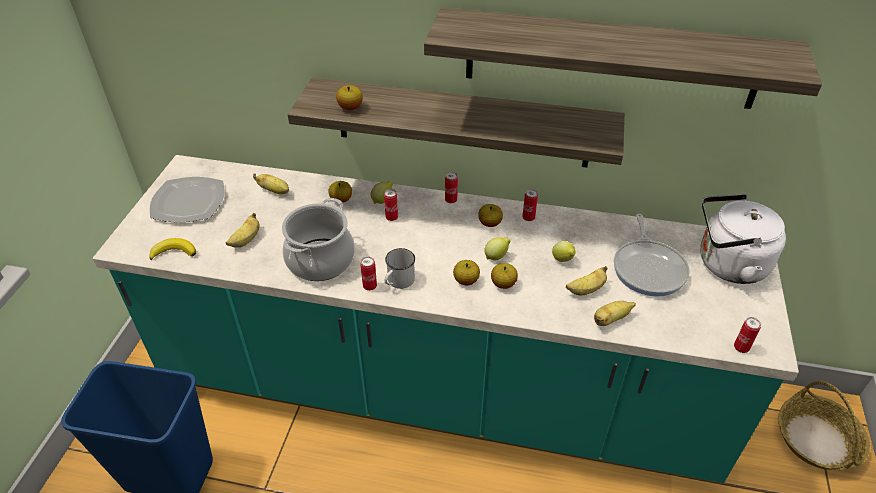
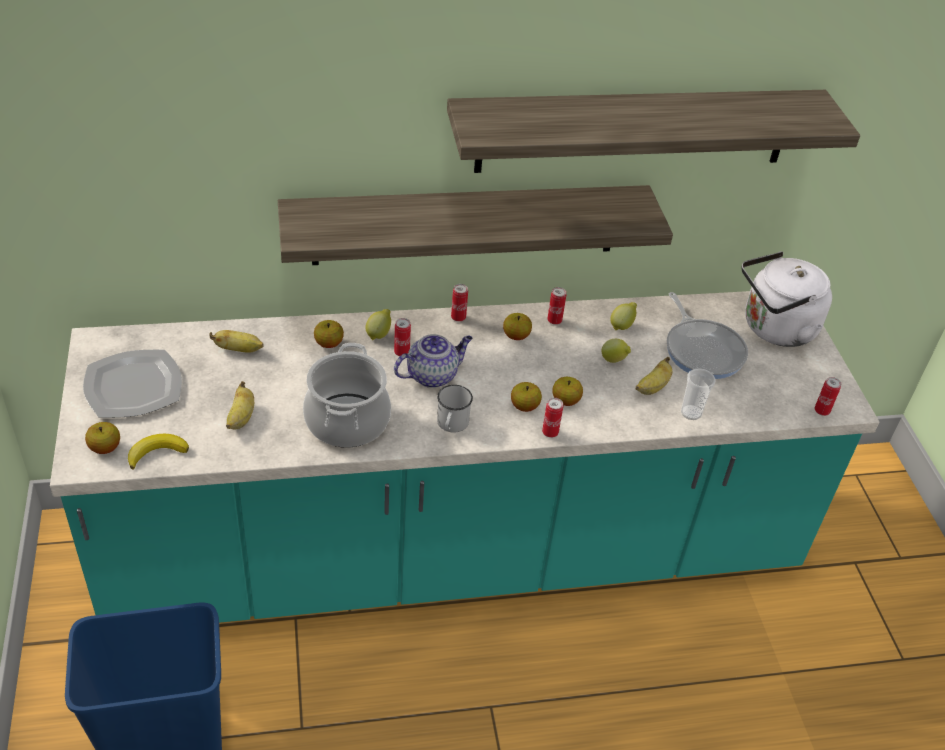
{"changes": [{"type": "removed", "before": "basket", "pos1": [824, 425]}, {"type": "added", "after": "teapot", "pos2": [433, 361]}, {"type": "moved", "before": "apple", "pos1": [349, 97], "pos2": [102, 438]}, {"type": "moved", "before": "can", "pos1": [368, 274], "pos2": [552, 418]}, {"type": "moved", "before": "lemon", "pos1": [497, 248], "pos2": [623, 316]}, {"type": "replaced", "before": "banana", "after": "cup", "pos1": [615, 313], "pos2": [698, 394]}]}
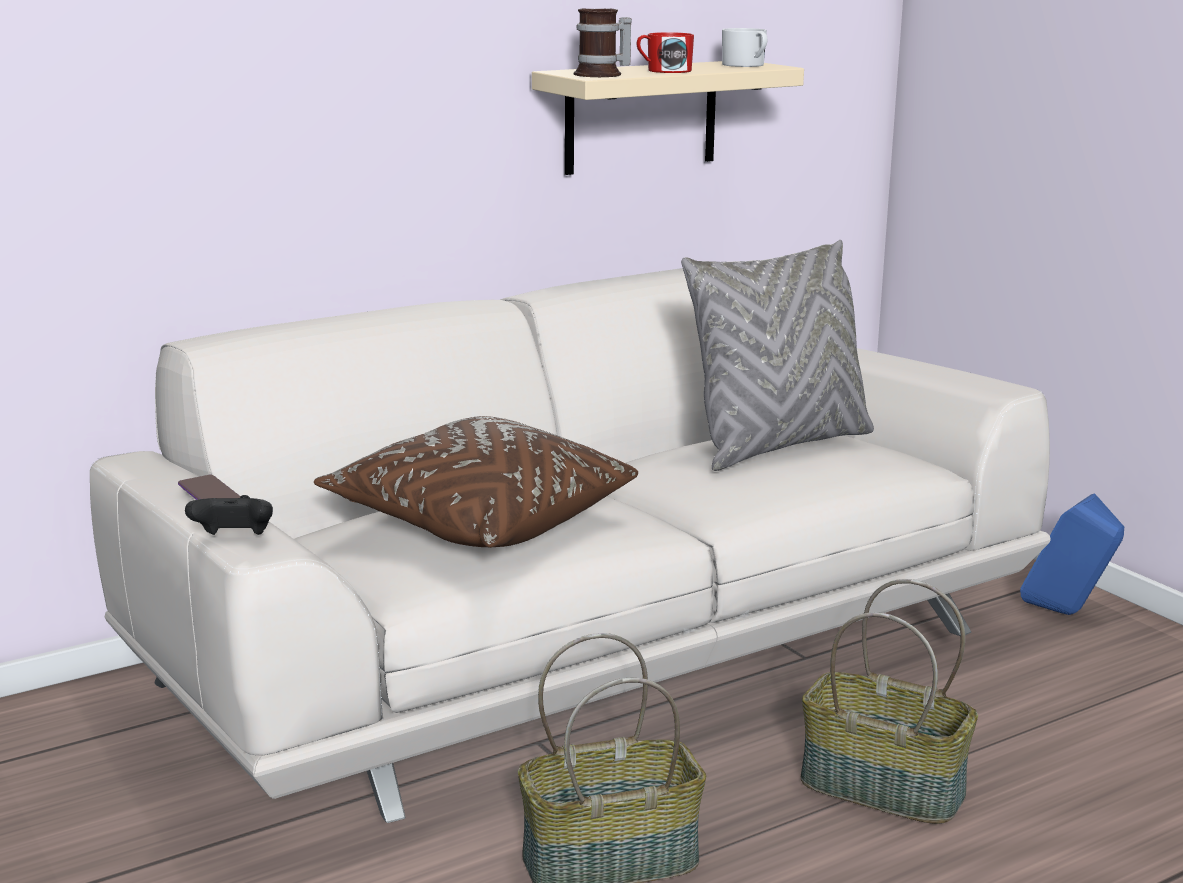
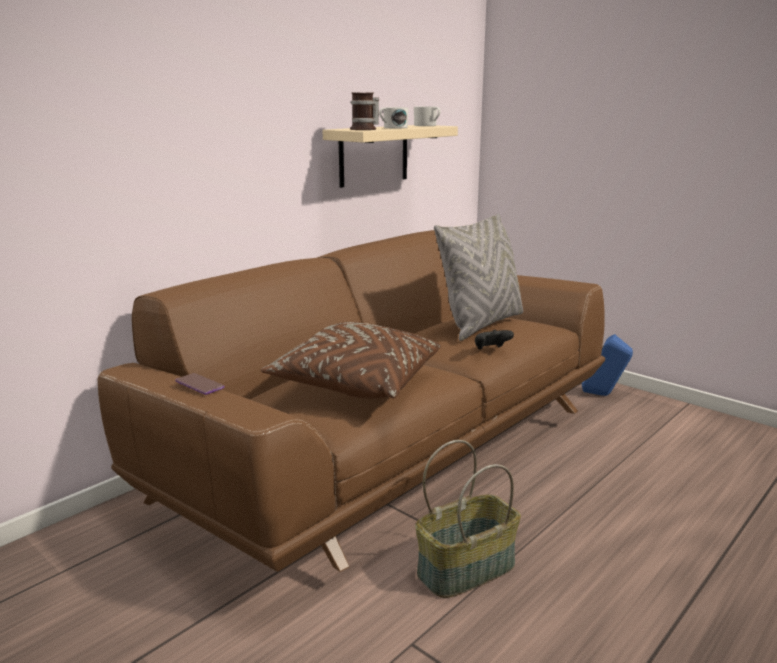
{"changes": [{"type": "removed", "before": "basket", "pos1": [889, 701]}, {"type": "moved", "before": "black game controller", "pos1": [229, 515], "pos2": [494, 340]}, {"type": "recoloured", "before": "white sofa", "after": "brown sofa", "pos1": [570, 545], "pos2": [351, 401]}, {"type": "recoloured", "before": "red mug", "after": "white mug", "pos1": [665, 52], "pos2": [394, 117]}]}
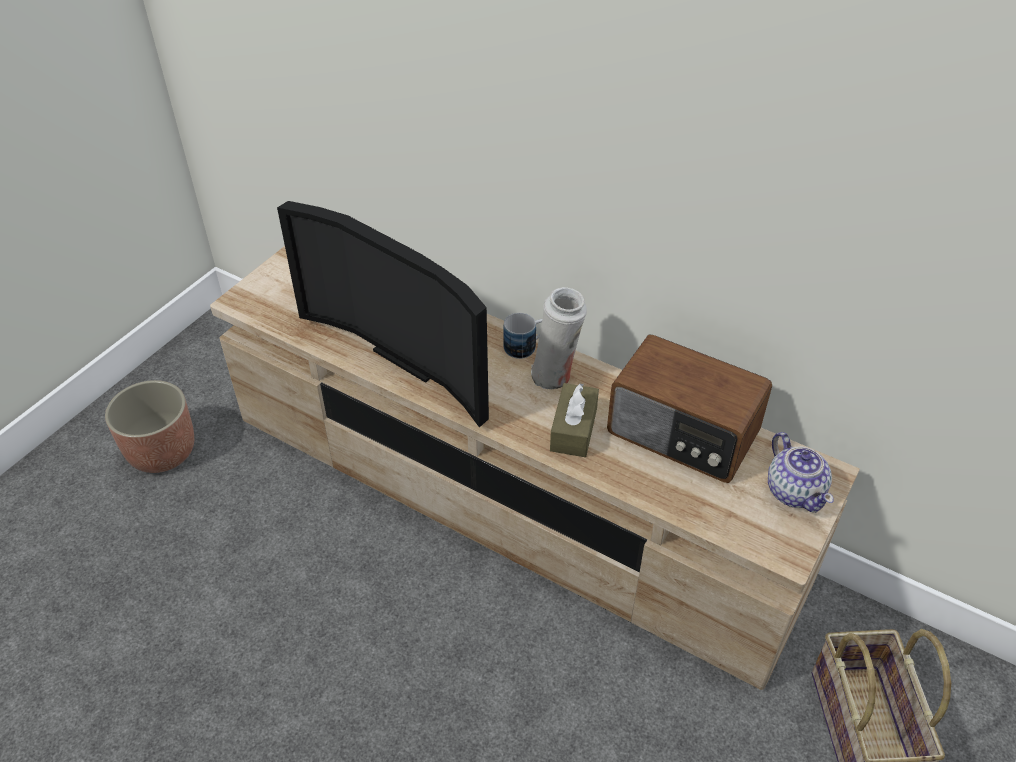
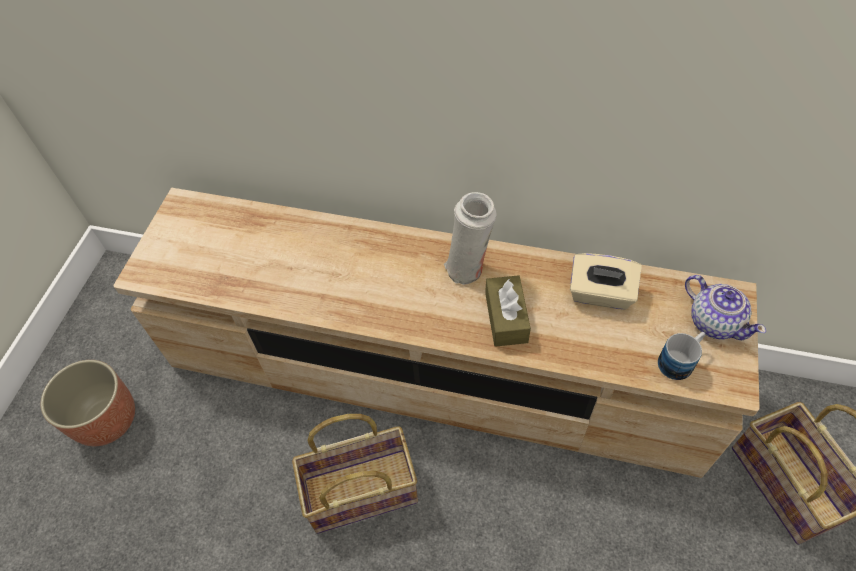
{"changes": [{"type": "removed", "before": "television", "pos1": [383, 314]}, {"type": "added", "after": "basket", "pos2": [355, 474]}, {"type": "moved", "before": "mug", "pos1": [522, 336], "pos2": [681, 356]}, {"type": "replaced", "before": "radio", "after": "beige tissue box", "pos1": [689, 409], "pos2": [606, 281]}]}
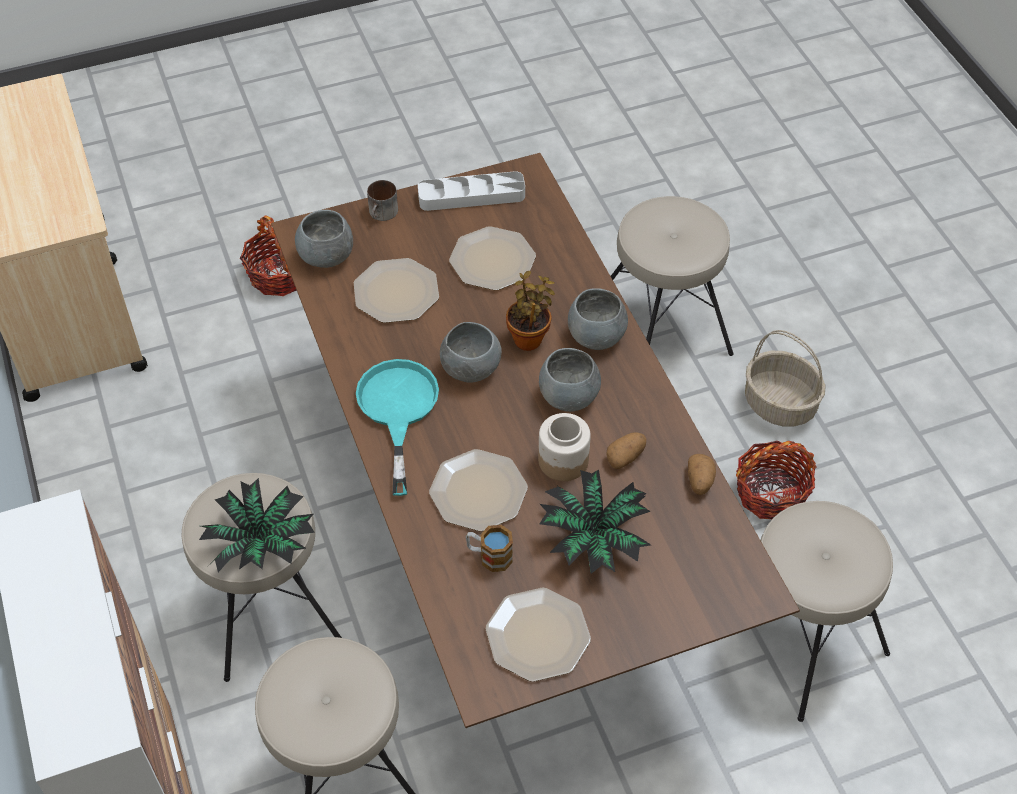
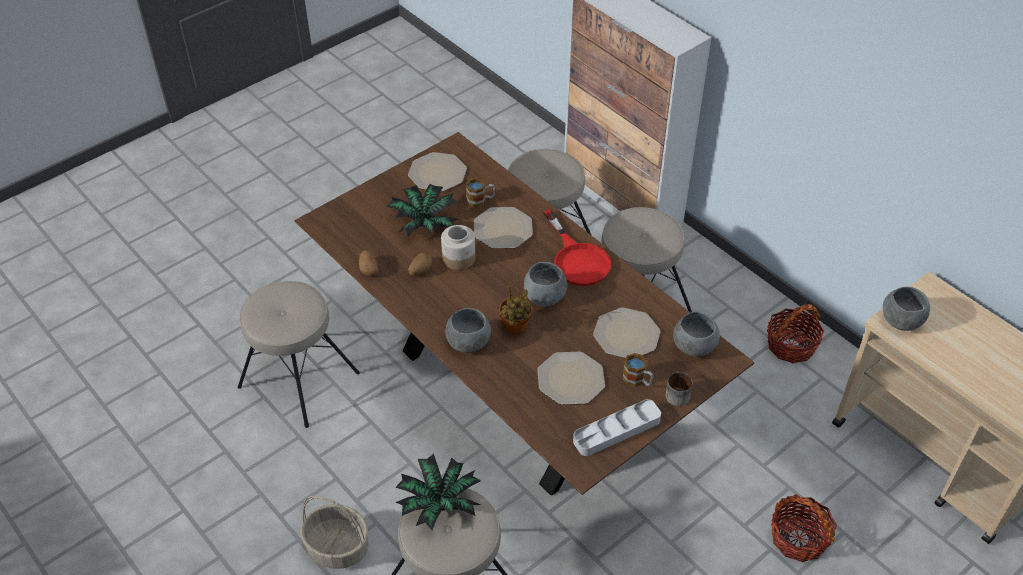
{"changes": [{"type": "added", "after": "mug", "pos2": [637, 370]}, {"type": "moved", "before": "potted plant", "pos1": [257, 525], "pos2": [438, 492]}, {"type": "moved", "before": "grey bowl", "pos1": [570, 380], "pos2": [906, 309]}, {"type": "moved", "before": "basket", "pos1": [776, 480], "pos2": [795, 333]}, {"type": "recoloured", "before": "turquoise frying pan", "after": "red frying pan", "pos1": [397, 427], "pos2": [577, 247]}]}
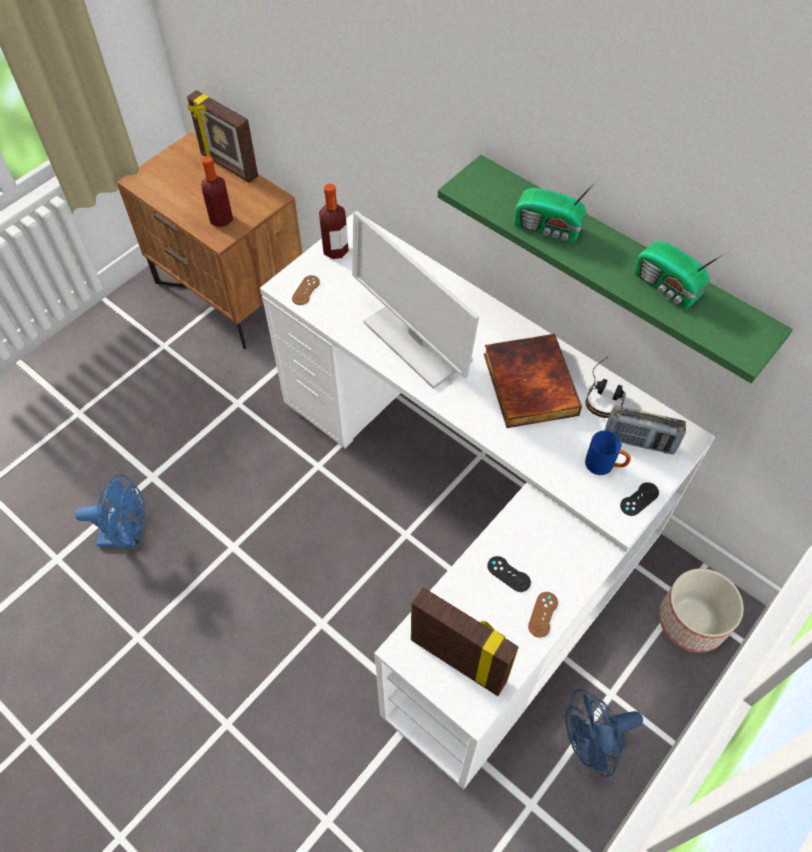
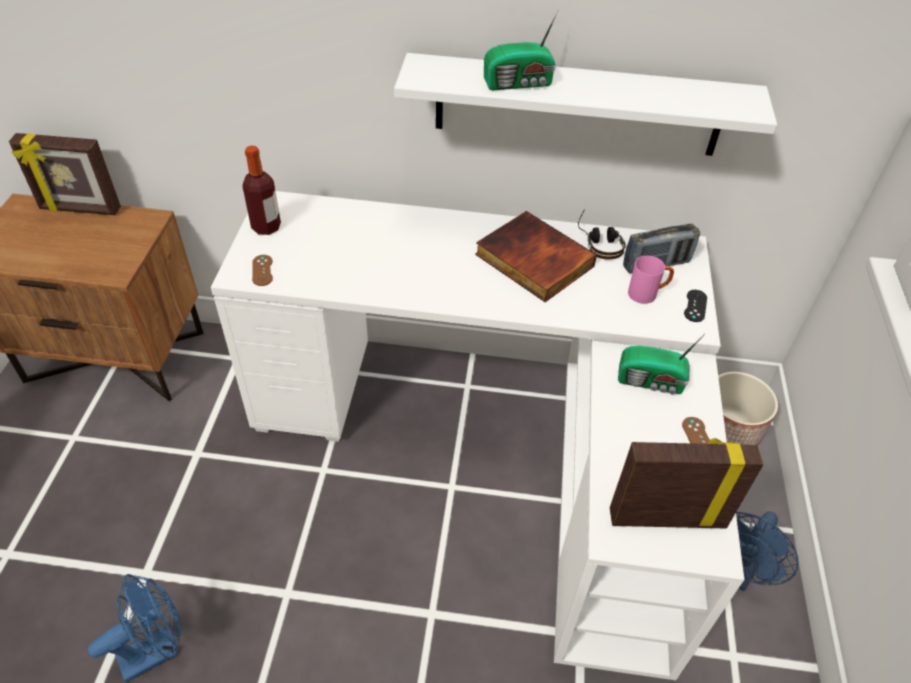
{"changes": [{"type": "removed", "before": "bottle", "pos1": [217, 192]}, {"type": "removed", "before": "monitor", "pos1": [415, 300]}, {"type": "removed", "before": "black game controller", "pos1": [509, 574]}, {"type": "moved", "before": "radio", "pos1": [681, 274], "pos2": [661, 364]}, {"type": "recoloured", "before": "green shelf", "after": "white shelf", "pos1": [615, 269], "pos2": [585, 104]}, {"type": "recoloured", "before": "blue mug", "after": "pink mug", "pos1": [608, 453], "pos2": [651, 280]}]}
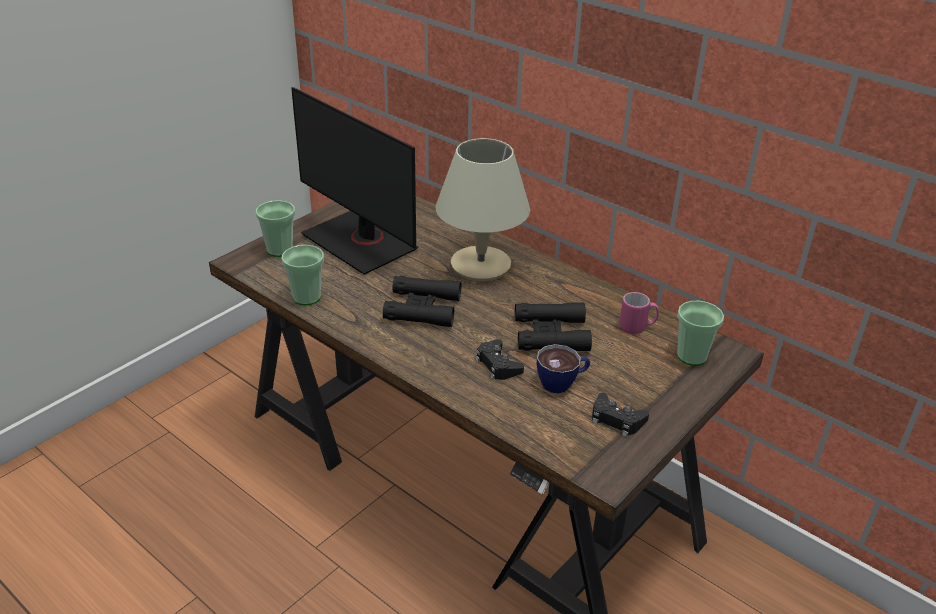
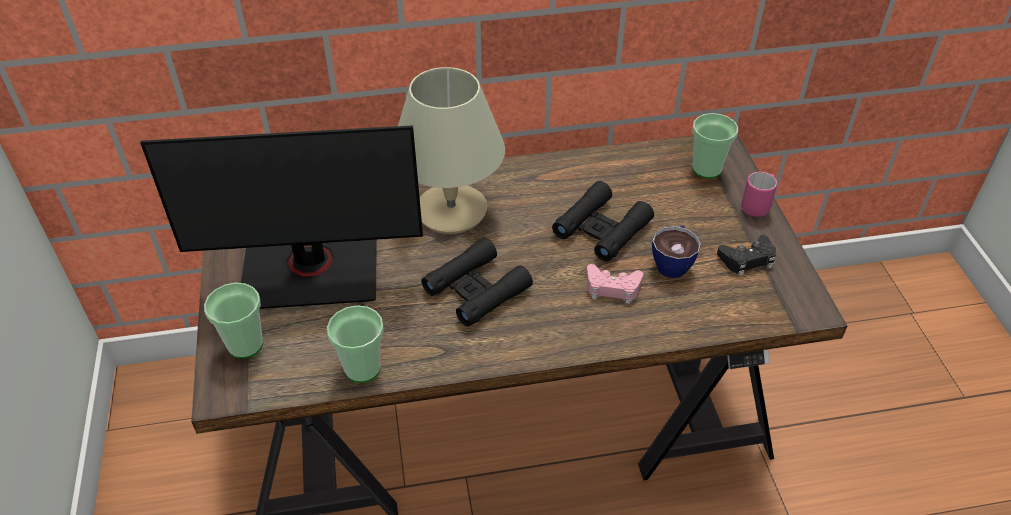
{"changes": [{"type": "moved", "before": "pink mug", "pos1": [639, 313], "pos2": [759, 194]}, {"type": "recoloured", "before": "black game controller", "after": "pink game controller", "pos1": [500, 359], "pos2": [615, 284]}]}
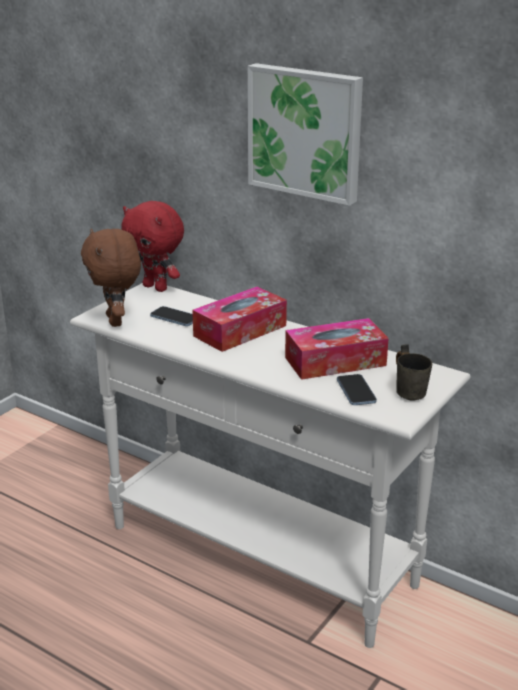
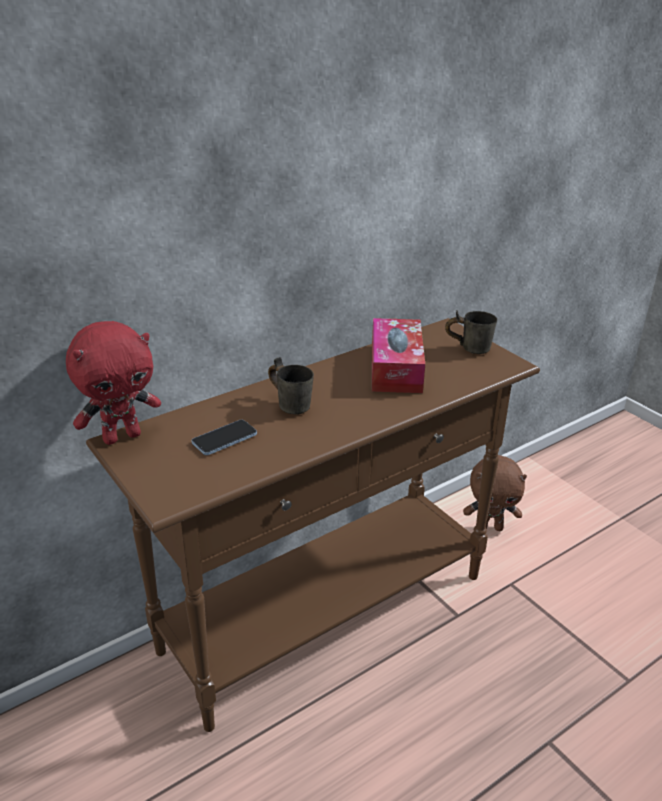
{"changes": [{"type": "removed", "before": "picture", "pos1": [305, 134]}, {"type": "removed", "before": "phone", "pos1": [357, 389]}, {"type": "moved", "before": "brown plush toy", "pos1": [111, 278], "pos2": [495, 493]}, {"type": "replaced", "before": "tissue box", "after": "grey mug", "pos1": [239, 319], "pos2": [291, 386]}, {"type": "recoloured", "before": "white console table", "after": "brown console table", "pos1": [270, 465], "pos2": [313, 525]}]}
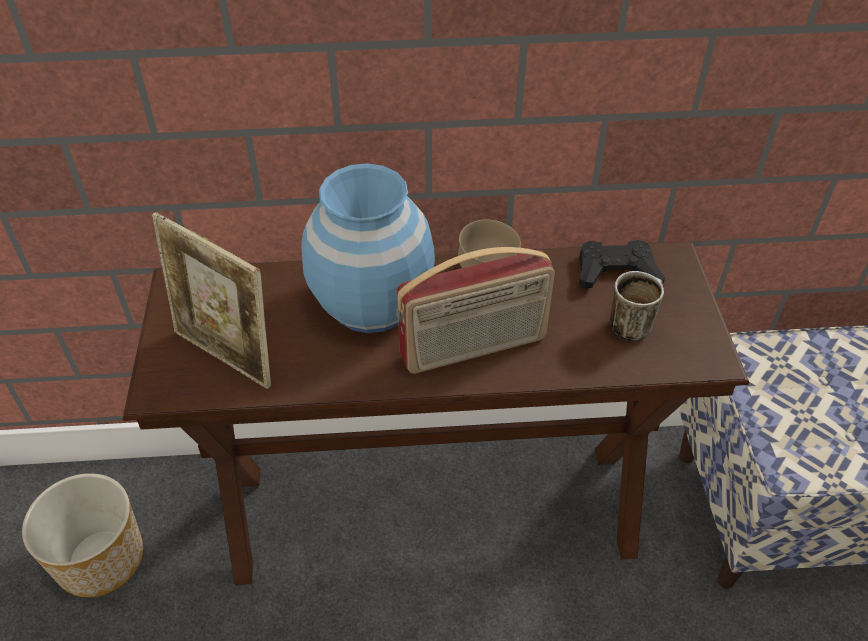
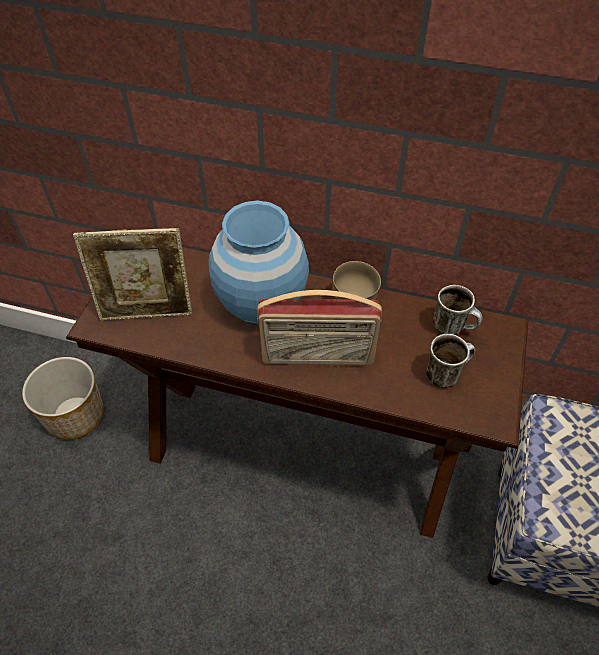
{"changes": [{"type": "replaced", "before": "black game controller", "after": "mug", "pos1": [622, 264], "pos2": [457, 310]}, {"type": "turned", "before": "picture frame", "pos1": [211, 300], "pos2": [133, 274], "turn": -60}]}
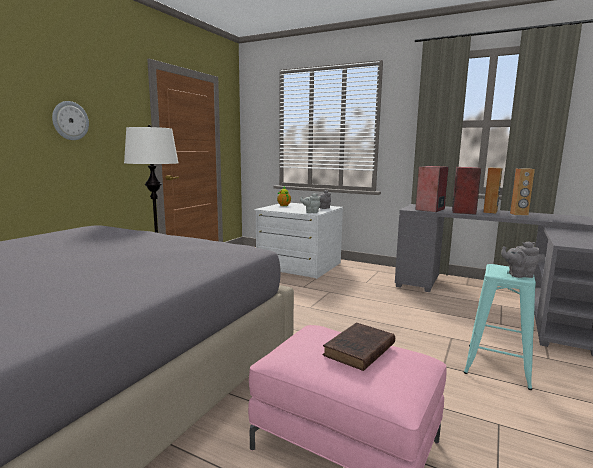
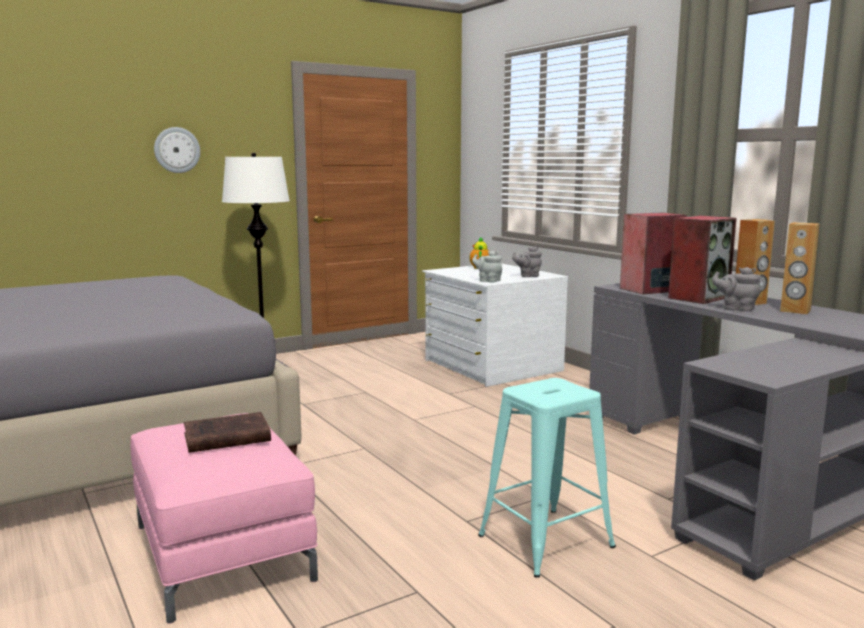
{"changes": [{"type": "moved", "before": "grey teapot", "pos1": [520, 259], "pos2": [736, 289]}]}
